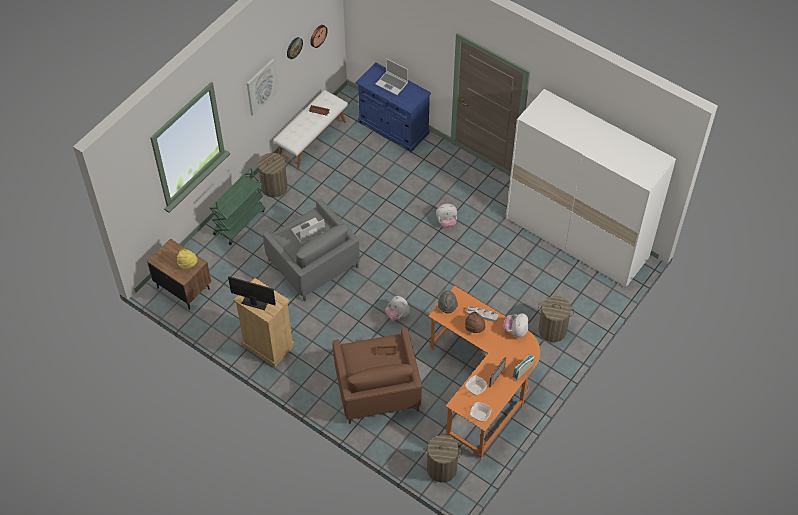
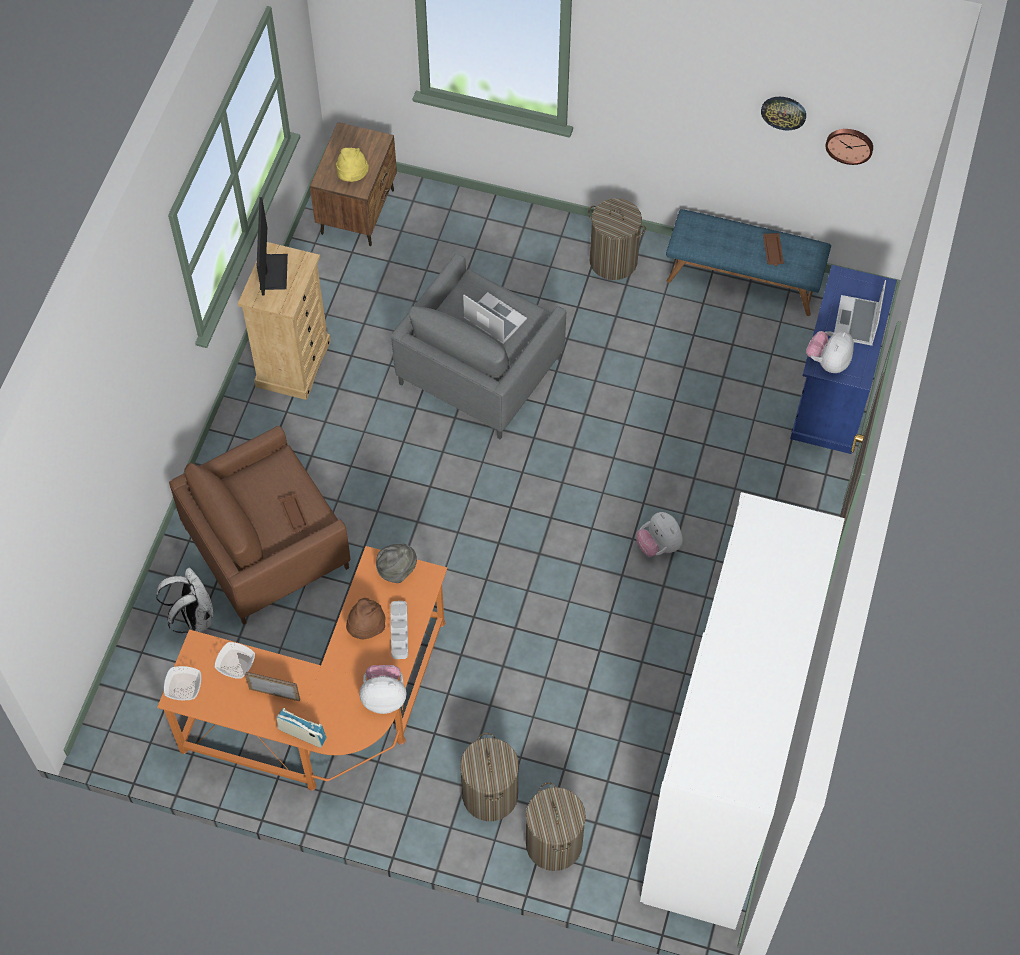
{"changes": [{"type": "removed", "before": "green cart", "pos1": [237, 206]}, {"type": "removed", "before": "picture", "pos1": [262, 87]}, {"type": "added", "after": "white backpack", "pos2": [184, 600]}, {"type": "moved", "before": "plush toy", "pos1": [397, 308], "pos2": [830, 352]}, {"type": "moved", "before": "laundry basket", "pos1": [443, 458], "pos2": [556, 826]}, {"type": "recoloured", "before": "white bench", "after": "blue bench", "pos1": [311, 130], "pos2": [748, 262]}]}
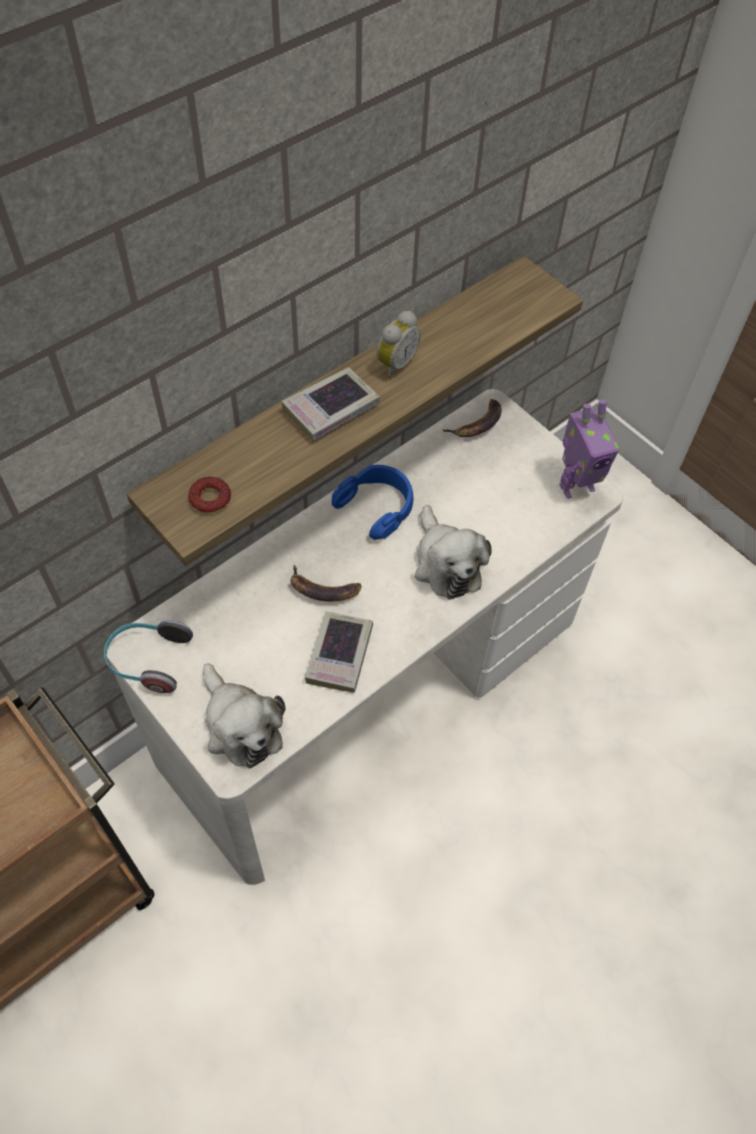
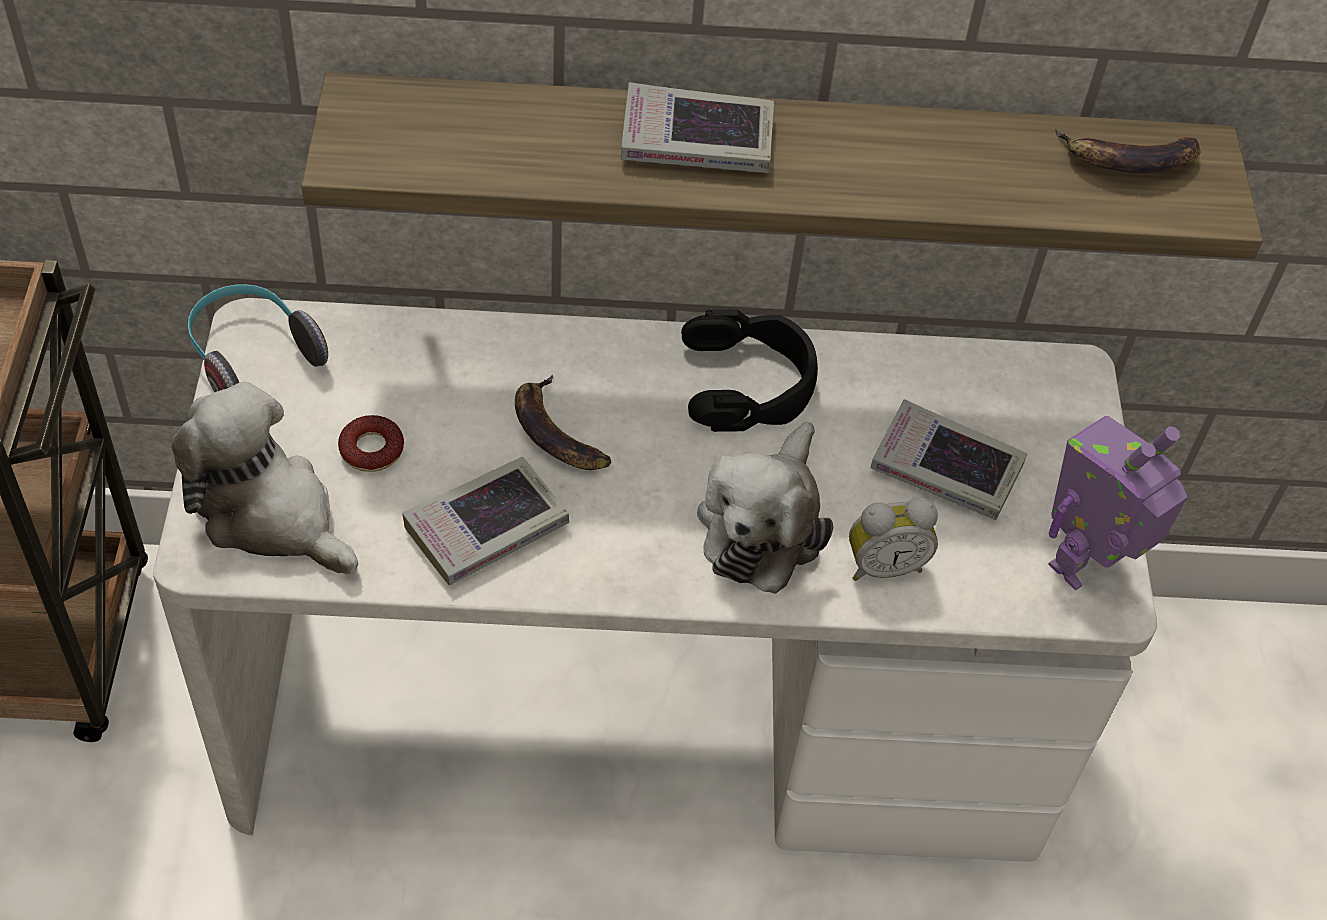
{"changes": [{"type": "added", "after": "book", "pos2": [948, 459]}, {"type": "moved", "before": "donut", "pos1": [209, 495], "pos2": [371, 443]}, {"type": "moved", "before": "alarm clock", "pos1": [399, 345], "pos2": [893, 539]}, {"type": "moved", "before": "banana", "pos1": [472, 418], "pos2": [1127, 151]}, {"type": "recoloured", "before": "blue headphones", "after": "black headphones", "pos1": [372, 502], "pos2": [749, 370]}, {"type": "turned", "before": "plush toy", "pos1": [244, 715], "pos2": [264, 478], "turn": 120}, {"type": "turned", "before": "toy robot", "pos1": [589, 449], "pos2": [1117, 503], "turn": 120}]}
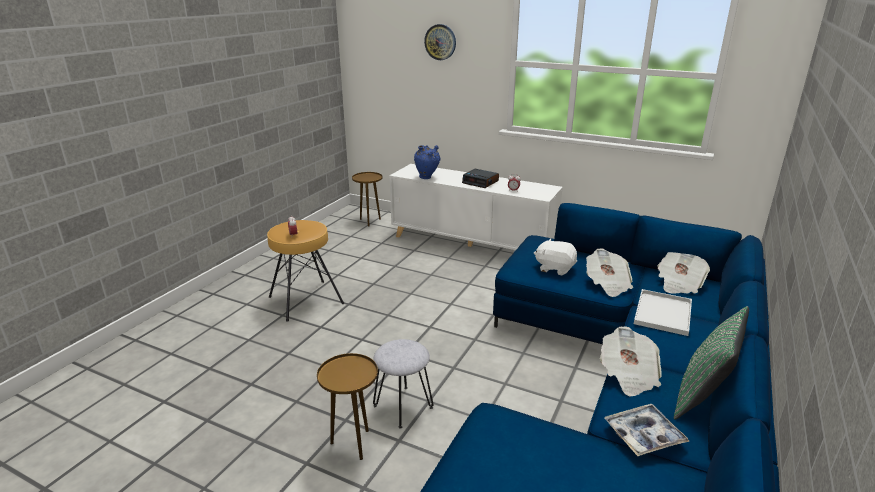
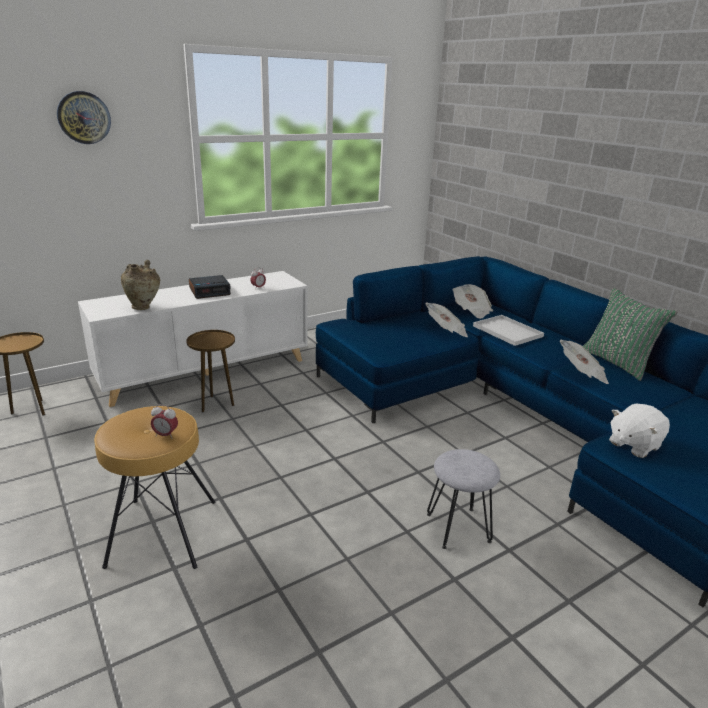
{"changes": [{"type": "removed", "before": "tray", "pos1": [647, 430]}, {"type": "moved", "before": "brown side table", "pos1": [347, 406], "pos2": [210, 371]}, {"type": "moved", "before": "white plush toy", "pos1": [555, 256], "pos2": [639, 431]}, {"type": "recoloured", "before": "blue vase", "after": "beige vase", "pos1": [427, 162], "pos2": [140, 285]}]}
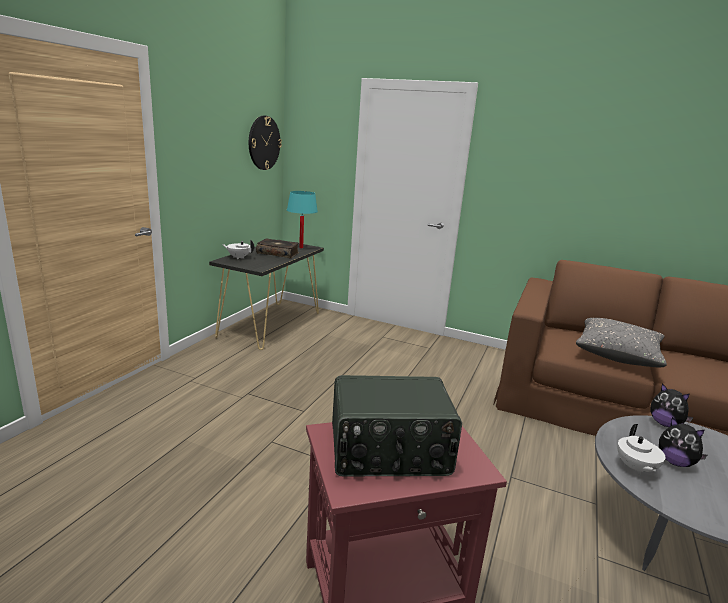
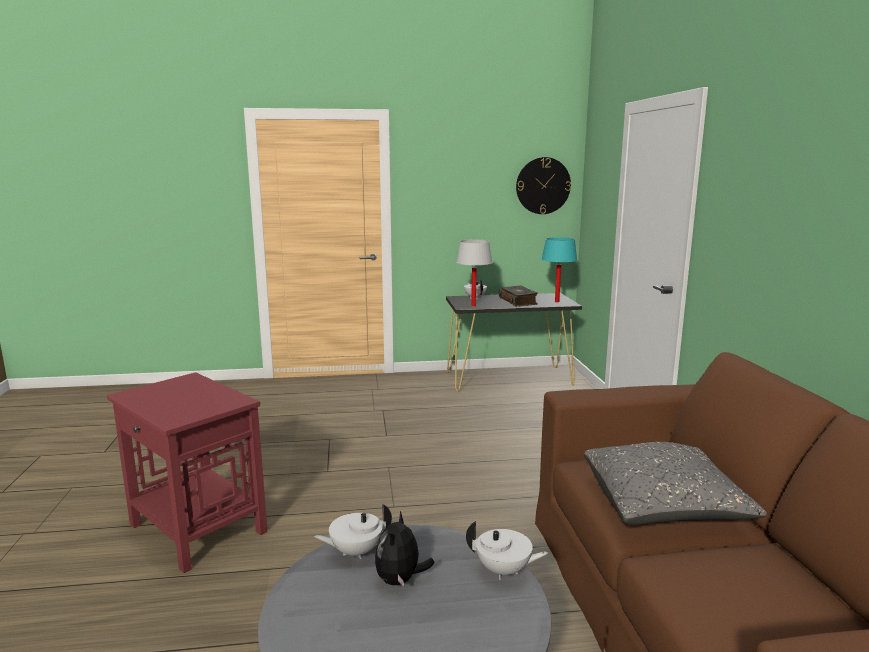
{"changes": [{"type": "removed", "before": "radio", "pos1": [397, 425]}, {"type": "added", "after": "white table lamp", "pos2": [474, 273]}, {"type": "replaced", "before": "plush toy", "after": "white teapot", "pos1": [672, 405], "pos2": [507, 550]}]}
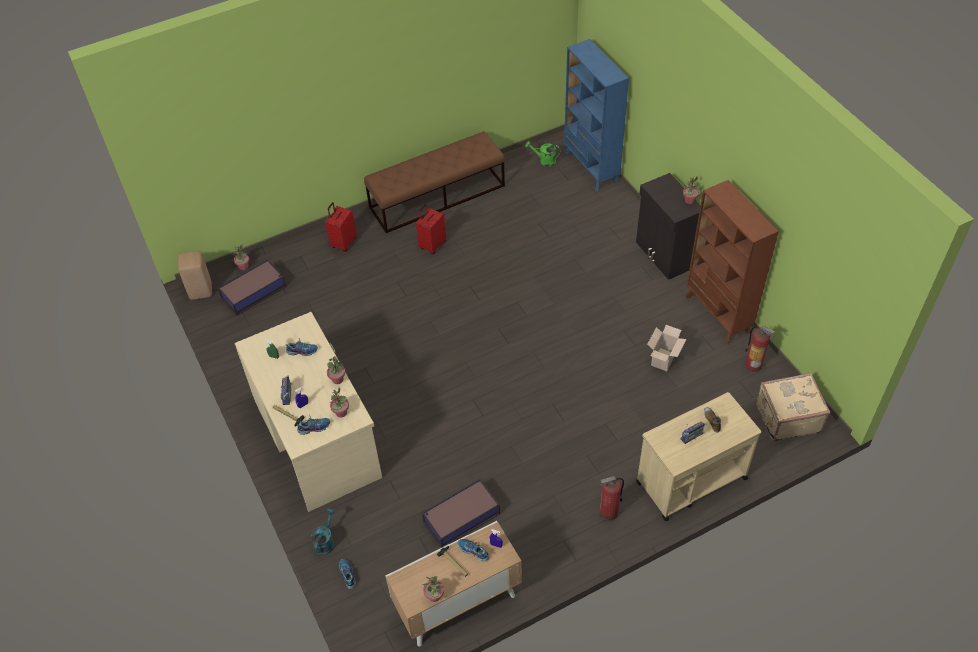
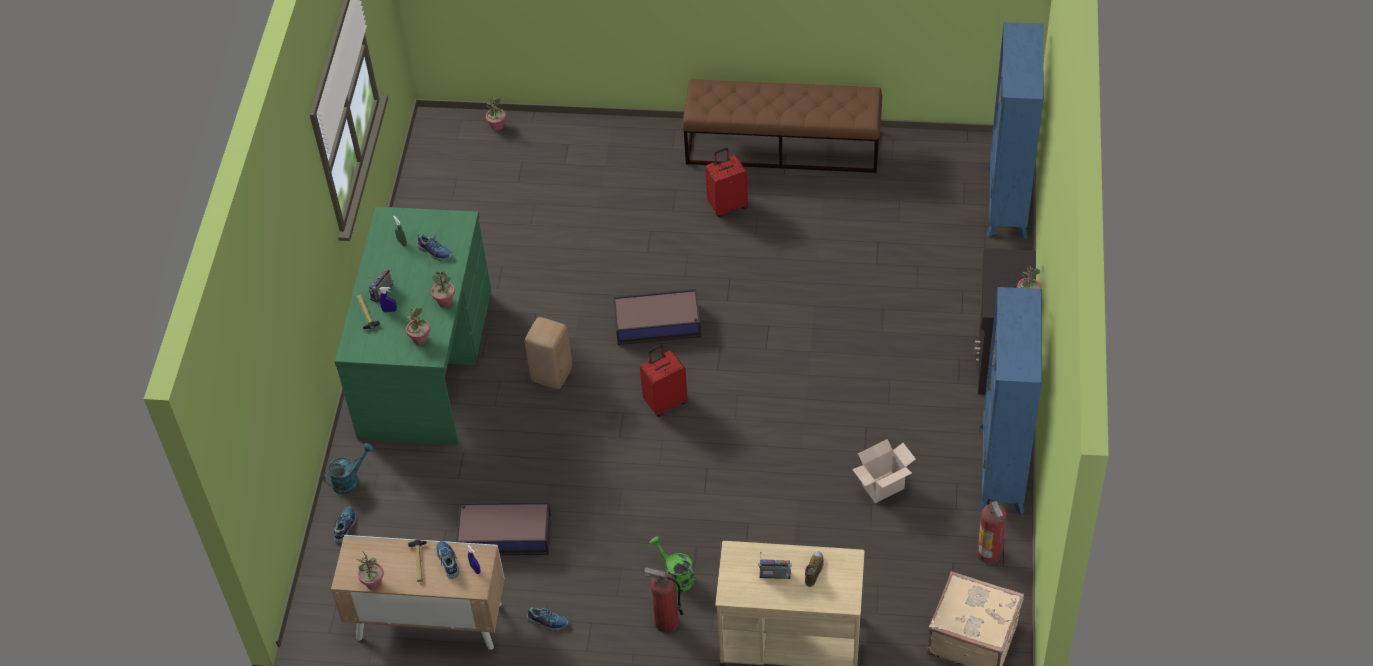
{"changes": [{"type": "moved", "before": "beige stool", "pos1": [195, 275], "pos2": [548, 353]}, {"type": "moved", "before": "storage box", "pos1": [252, 287], "pos2": [657, 317]}, {"type": "moved", "before": "shoe", "pos1": [313, 425], "pos2": [547, 618]}, {"type": "moved", "before": "red suitcase", "pos1": [341, 227], "pos2": [664, 381]}, {"type": "moved", "before": "green watering can", "pos1": [542, 154], "pos2": [673, 564]}, {"type": "recoloured", "before": "beige desk", "after": "green desk", "pos1": [308, 412], "pos2": [413, 326]}, {"type": "recoloured", "before": "brown bookcase", "after": "blue bookcase", "pos1": [732, 262], "pos2": [1010, 400]}]}
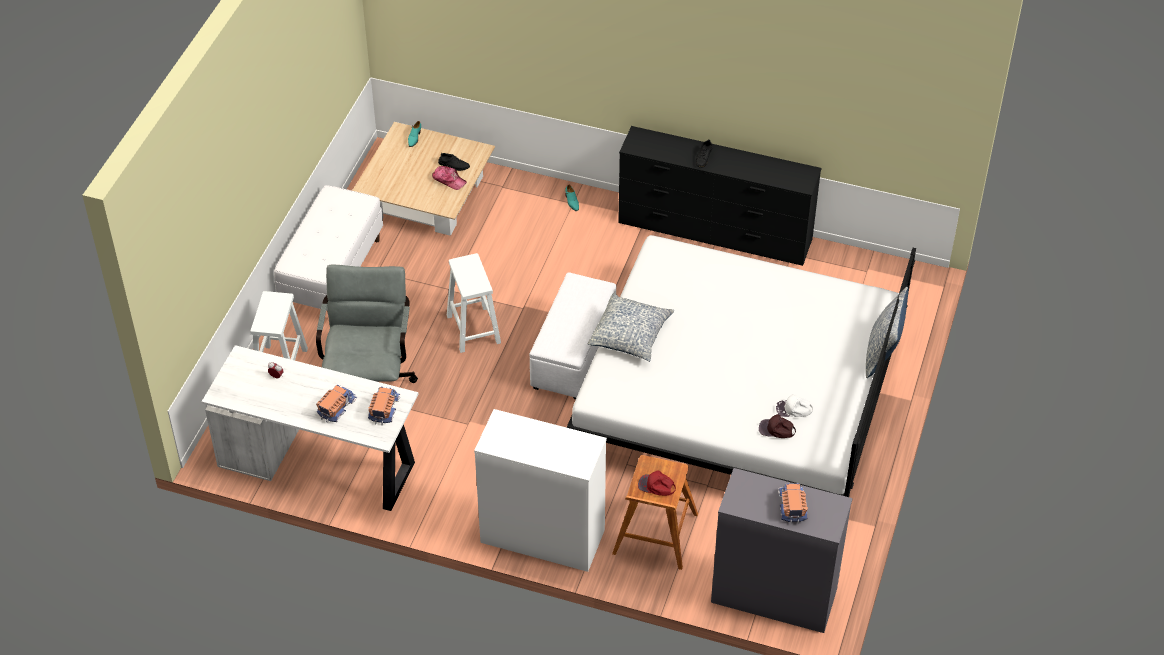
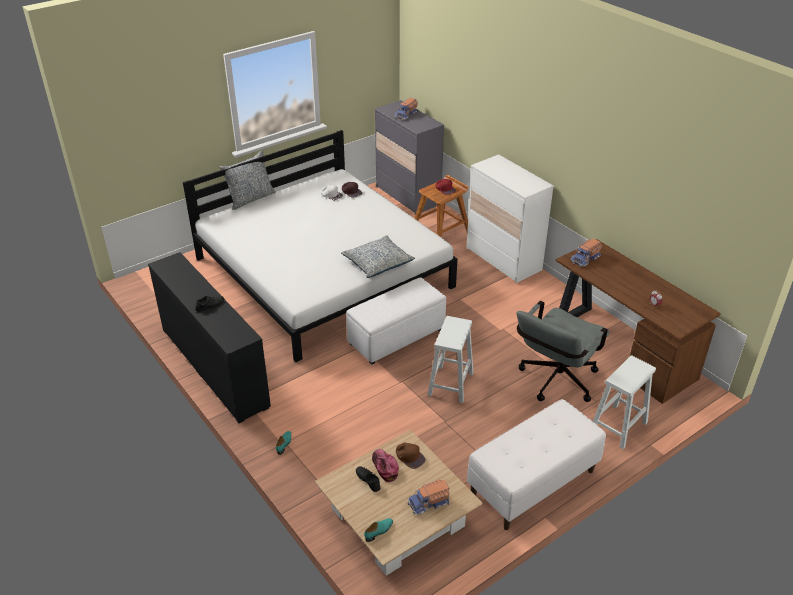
{"changes": [{"type": "added", "after": "brown cap", "pos2": [411, 455]}, {"type": "moved", "before": "toy truck", "pos1": [336, 404], "pos2": [429, 497]}, {"type": "recoloured", "before": "white desk", "after": "brown desk", "pos1": [310, 428], "pos2": [638, 321]}]}
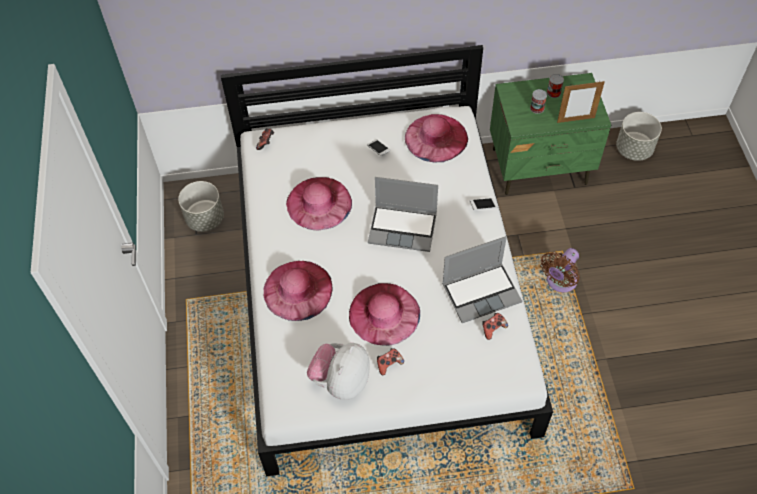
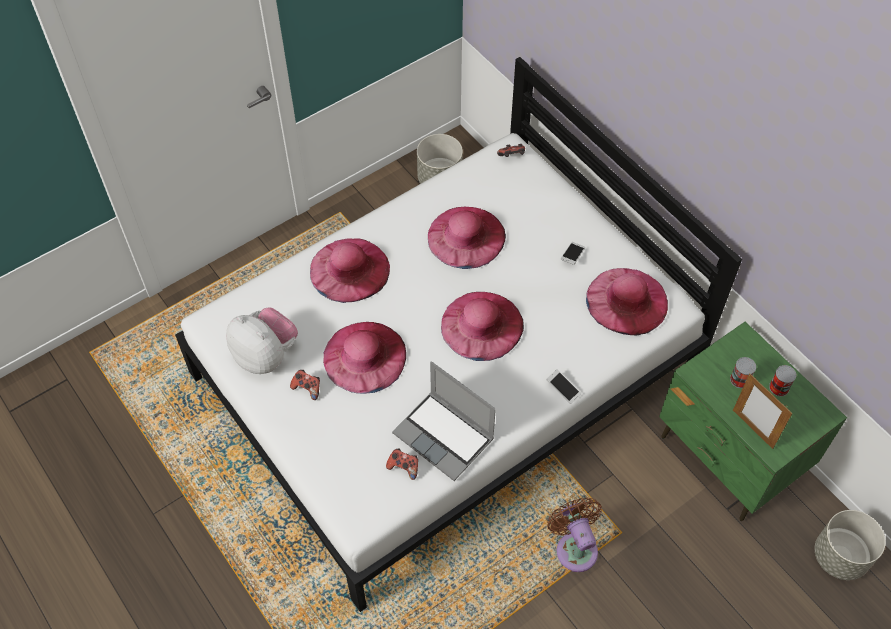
{"changes": [{"type": "replaced", "before": "laptop", "after": "pink hat", "pos1": [403, 214], "pos2": [482, 326]}, {"type": "turned", "before": "plush toy", "pos1": [338, 371], "pos2": [262, 340], "turn": 45}, {"type": "turned", "before": "brown fan", "pos1": [560, 270], "pos2": [574, 535], "turn": 60}]}
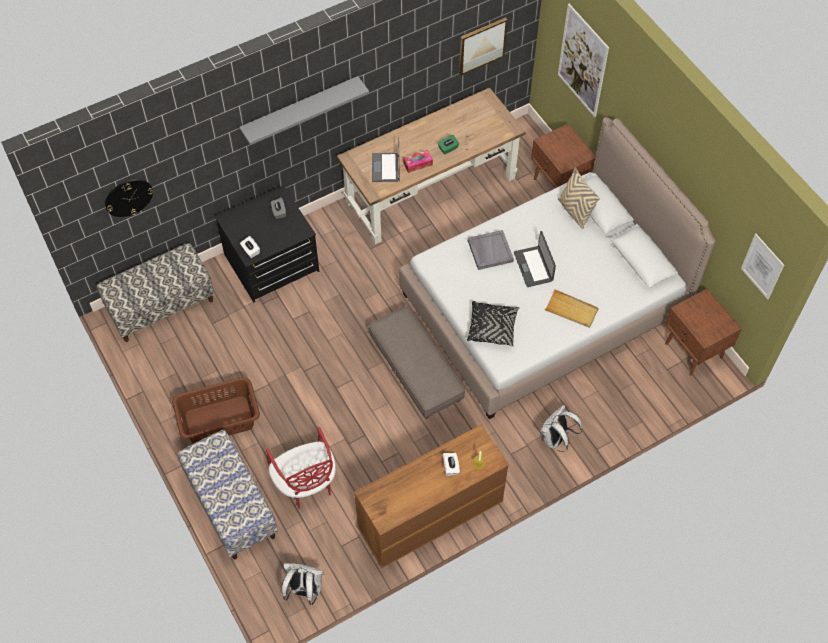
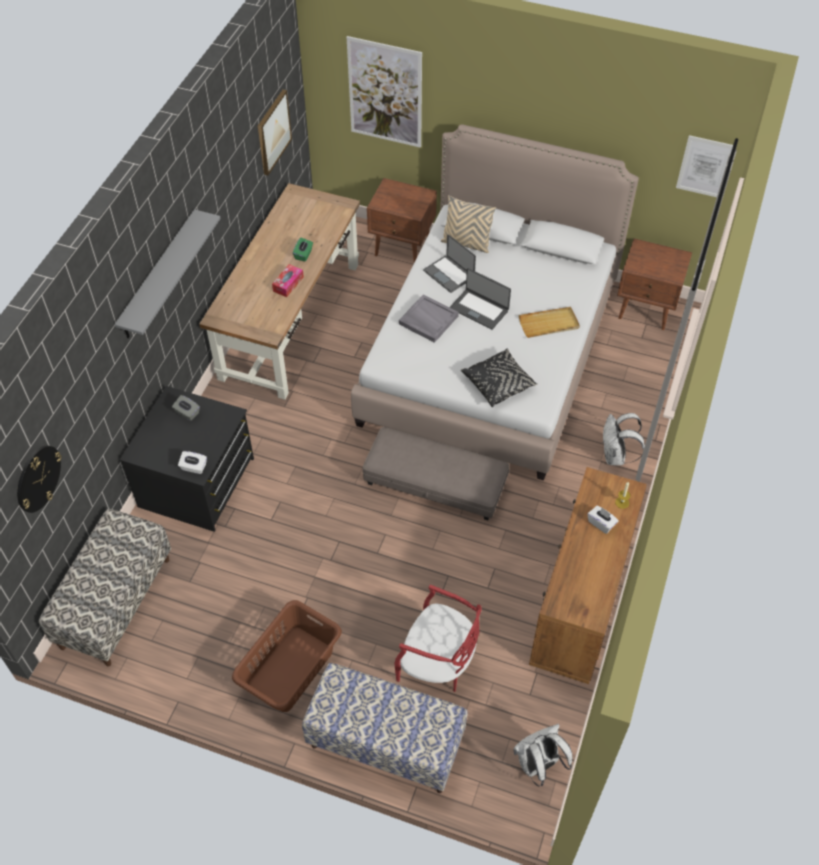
{"changes": [{"type": "moved", "before": "laptop", "pos1": [386, 159], "pos2": [449, 263]}]}
